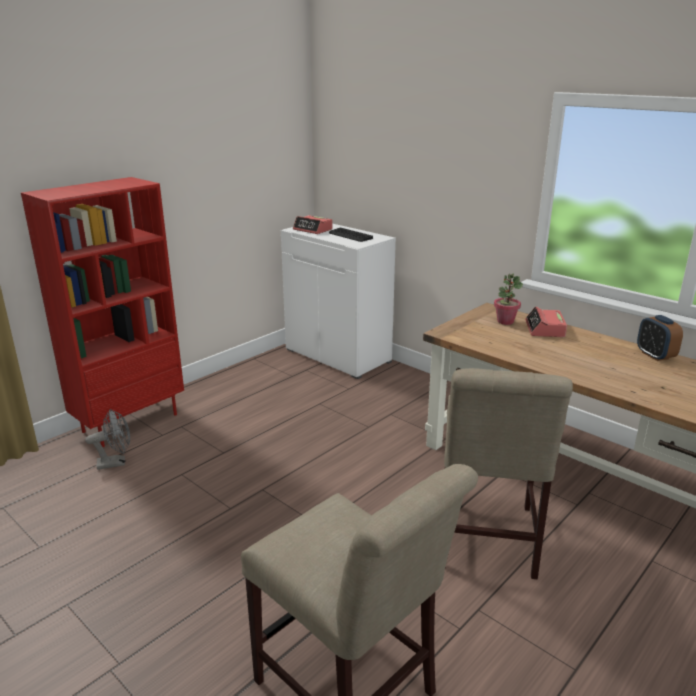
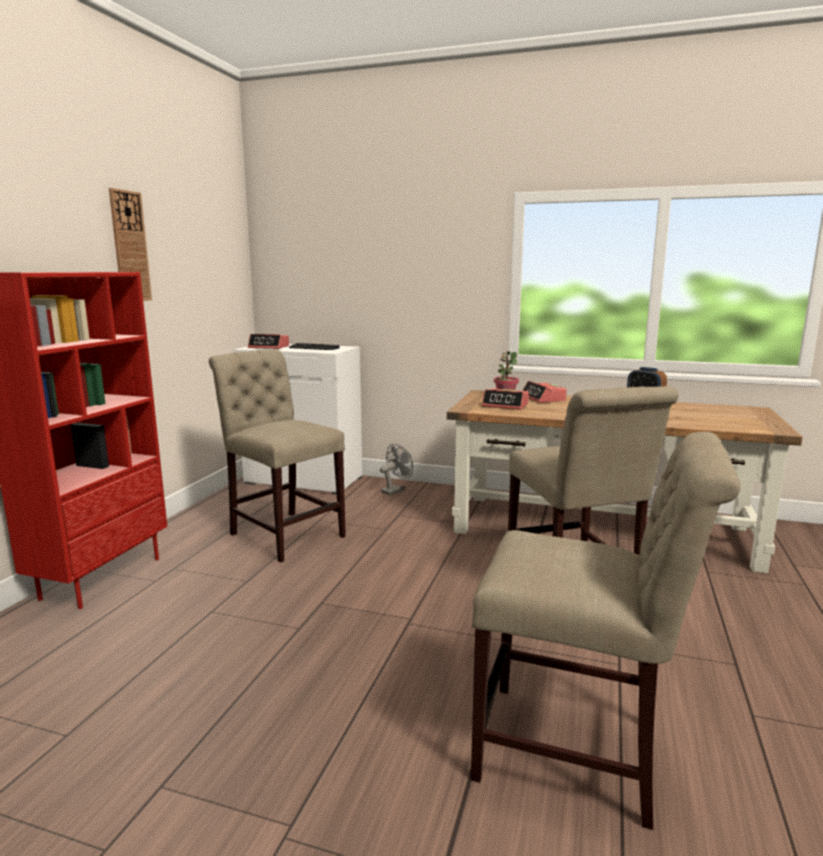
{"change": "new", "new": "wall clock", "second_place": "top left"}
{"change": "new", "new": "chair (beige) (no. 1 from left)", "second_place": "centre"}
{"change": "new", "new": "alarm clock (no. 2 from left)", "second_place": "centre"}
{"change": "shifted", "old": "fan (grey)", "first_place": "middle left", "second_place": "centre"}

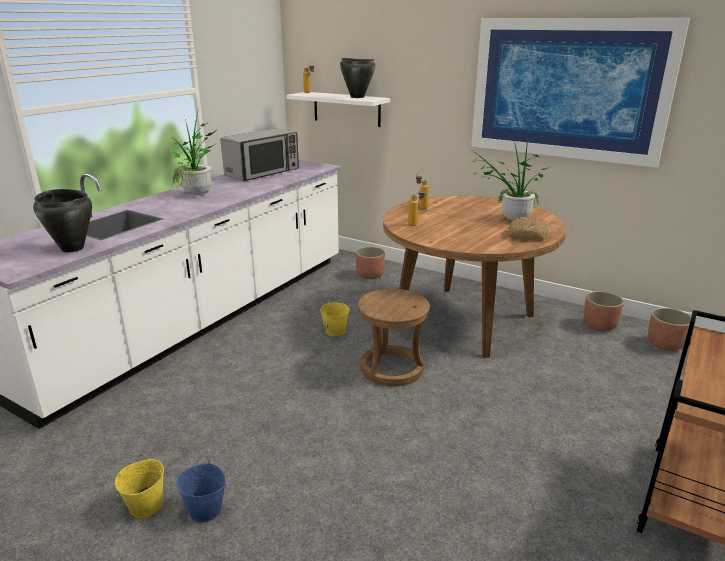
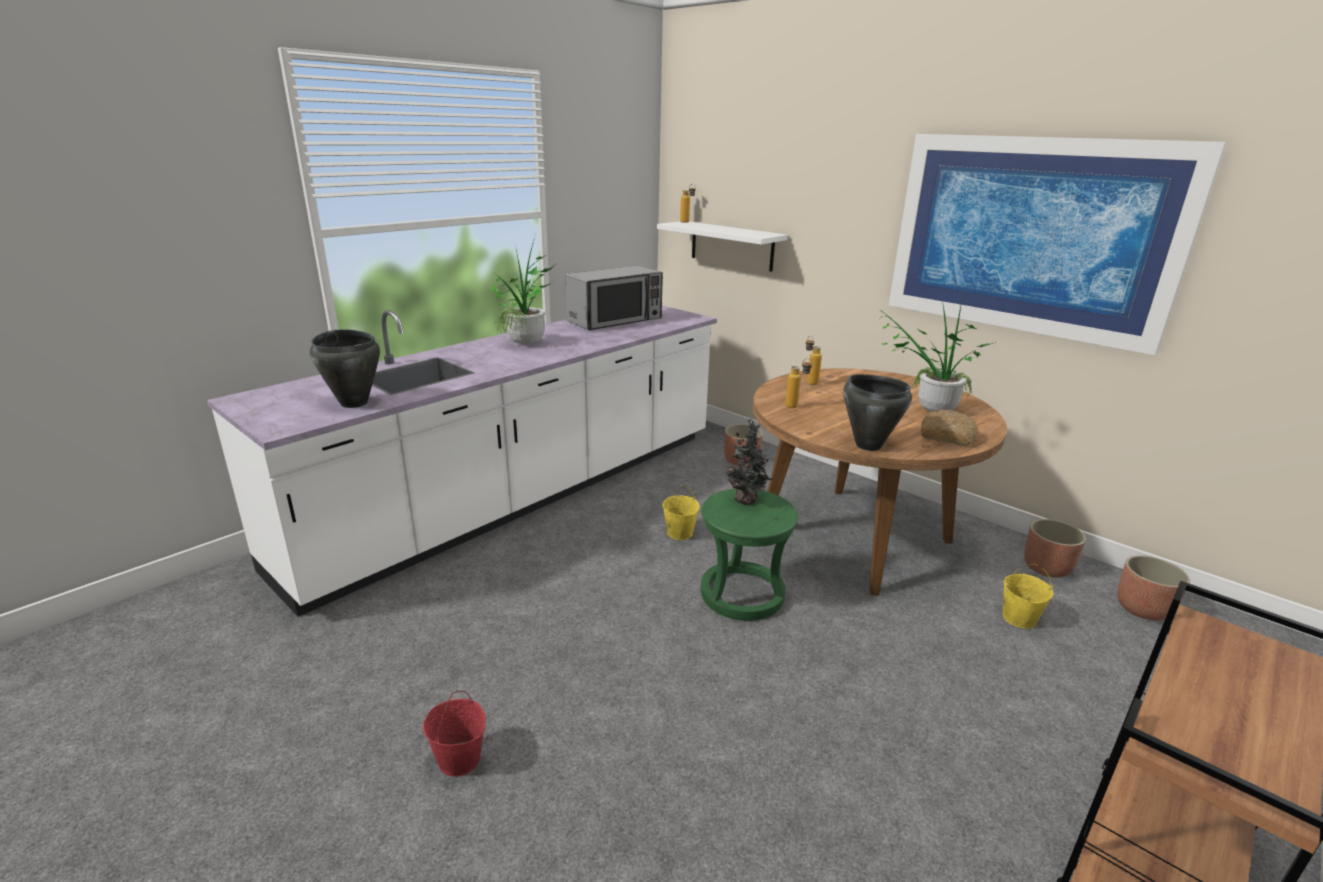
{"change": "new", "new": "potted plant (no. 2 from left)", "second_place": "centre"}
{"change": "shifted", "old": "bucket (yellow) (no. 1 from left in the first image)", "new": "bucket (yellow) (no. 2 from left)", "first_place": "bottom left", "second_place": "bottom right"}
{"change": "shifted", "old": "cooking pot (black) (no. 2 from left)", "first_place": "top centre", "second_place": "centre"}
{"change": "repainted", "old": "bucket (blue)", "new": "bucket (red)", "first_place": "bottom left", "second_place": "bottom centre"}
{"change": "repainted", "old": "stool (brown)", "new": "stool (green)", "first_place": "centre", "second_place": "centre"}

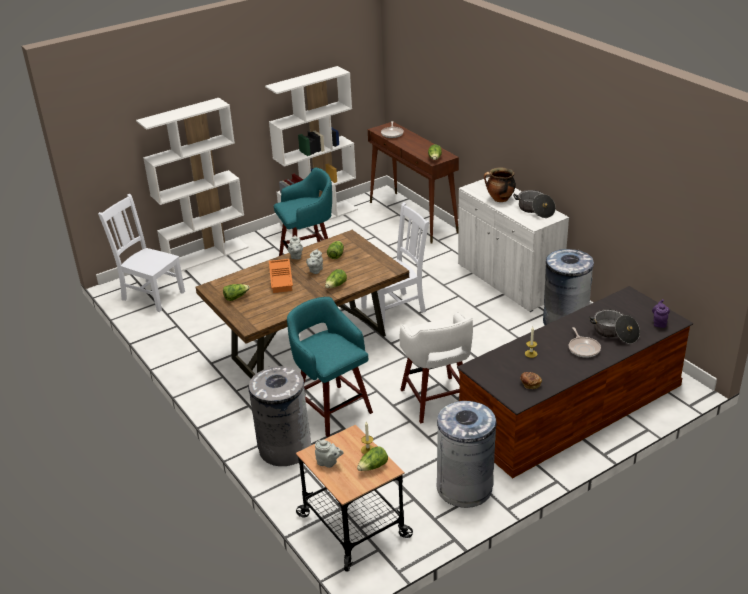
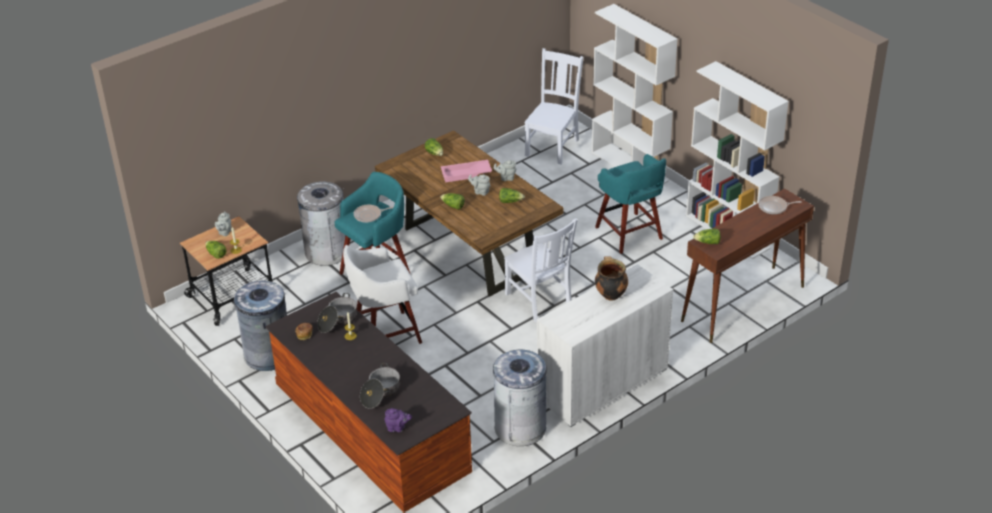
{"change": "shifted", "old": "cooking pot (no. 2 from left in the first image)", "new": "cooking pot (no. 1 from left)", "first_place": "middle right", "second_place": "centre"}
{"change": "shifted", "old": "frying pan (no. 2 from left in the first image)", "new": "frying pan (no. 1 from left)", "first_place": "middle right", "second_place": "centre"}
{"change": "repainted", "old": "tray (orange)", "new": "tray (pink)", "first_place": "centre", "second_place": "centre"}

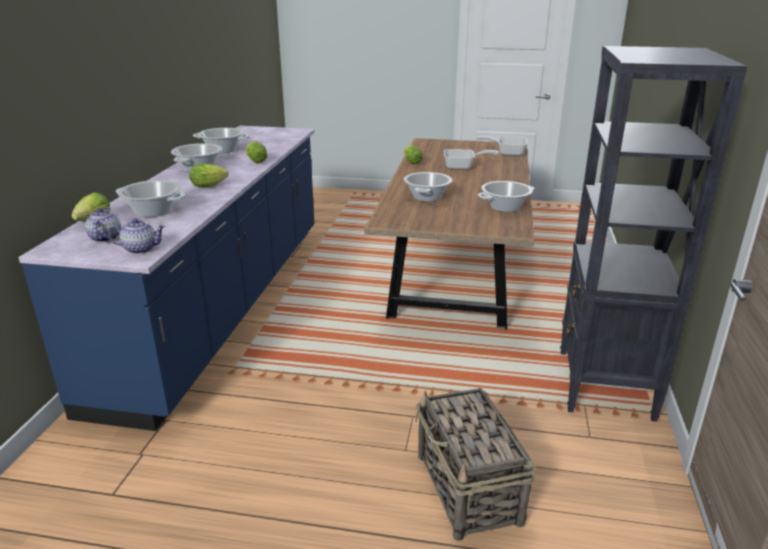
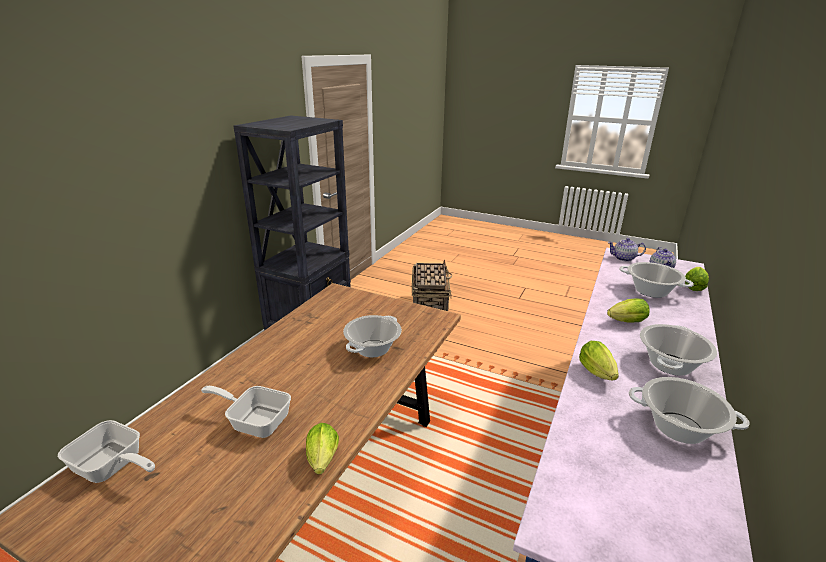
{"change": "gone", "old": "cooking pot (no. 5 from left)", "first_place": "centre"}

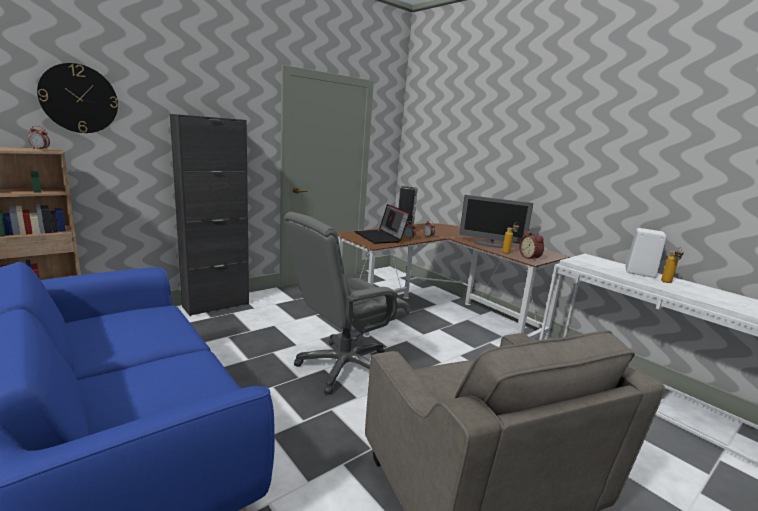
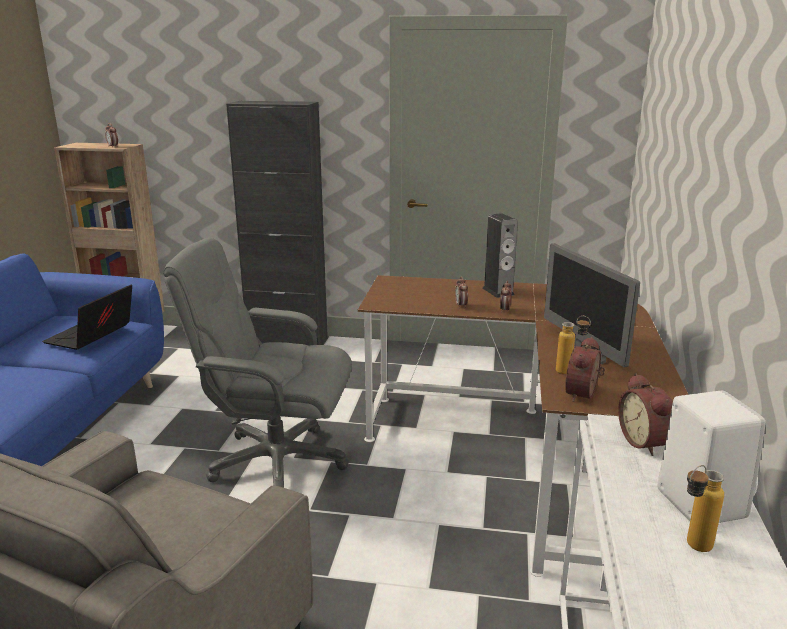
{"change": "gone", "old": "wall clock", "first_place": "top left"}
{"change": "new", "new": "alarm clock (no. 5 from left)", "second_place": "middle right"}
{"change": "shifted", "old": "laptop", "first_place": "centre", "second_place": "middle left"}

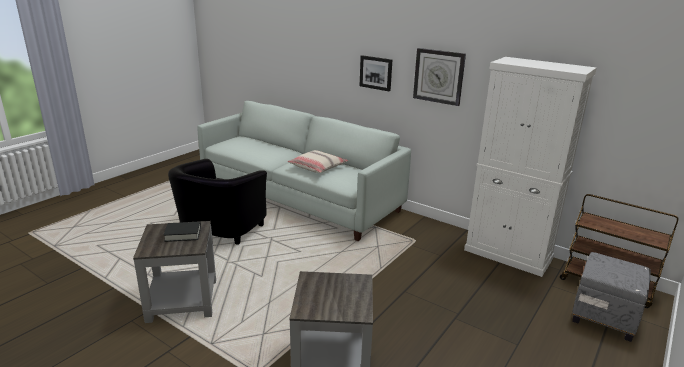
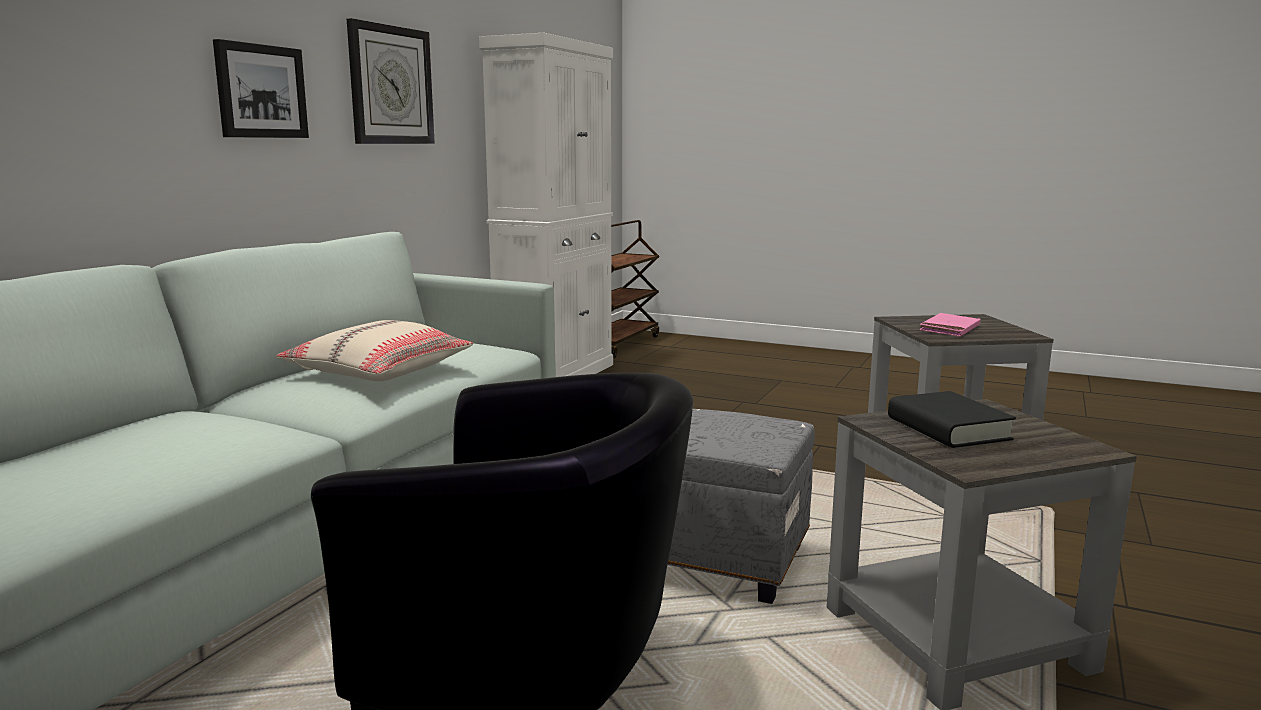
{"change": "new", "new": "book (pink)", "second_place": "middle right"}
{"change": "shifted", "old": "ottoman (grey)", "first_place": "bottom right", "second_place": "bottom centre"}

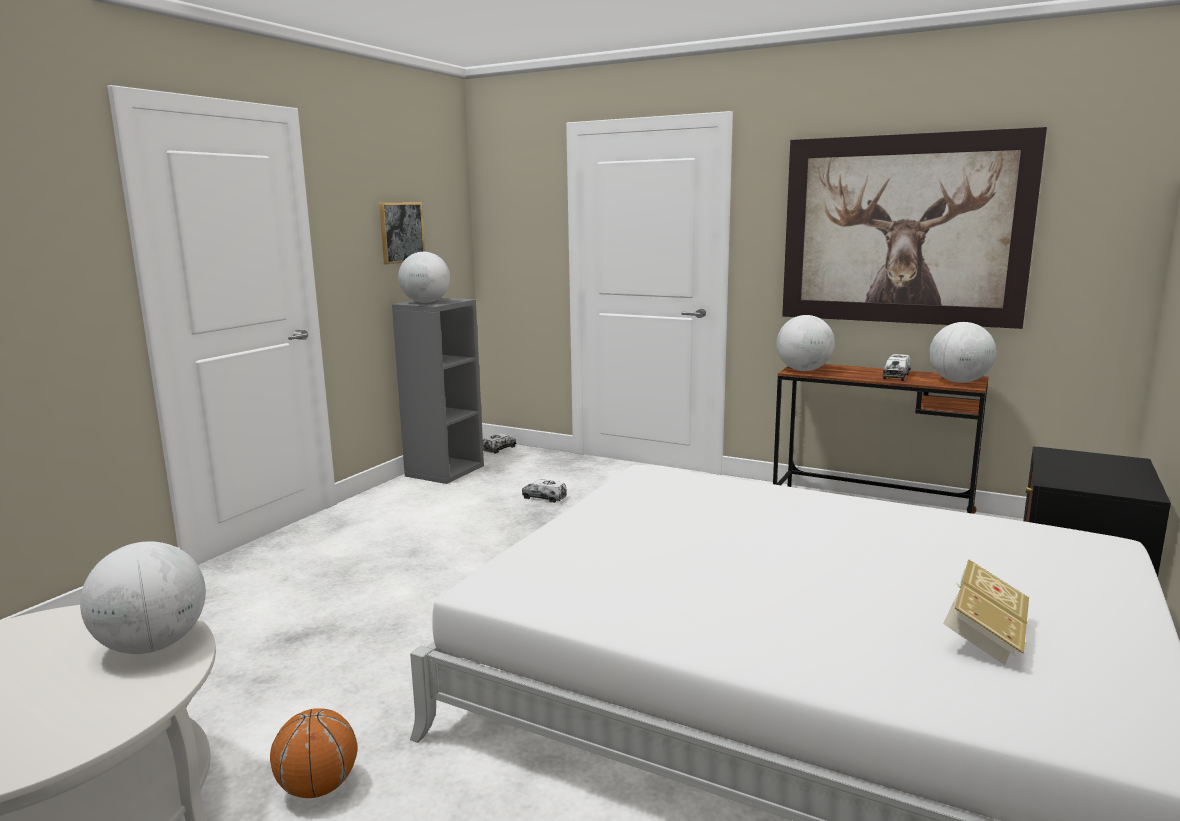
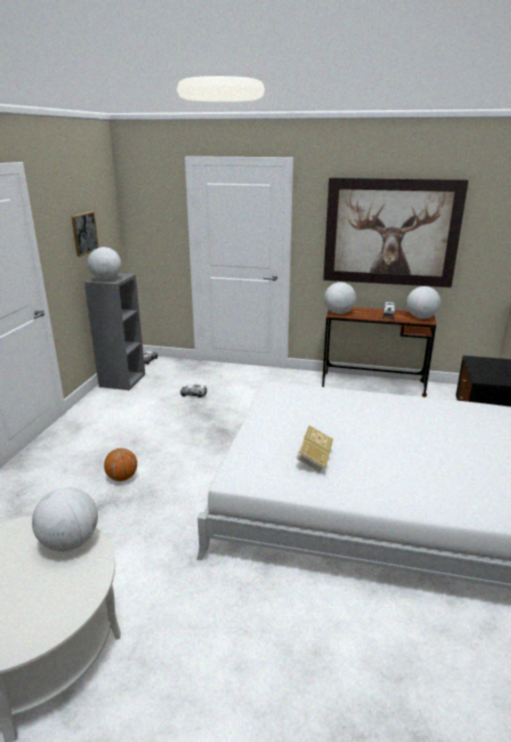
{"change": "shifted", "old": "basketball", "first_place": "bottom left", "second_place": "middle left"}
{"change": "shifted", "old": "book", "first_place": "bottom right", "second_place": "centre"}

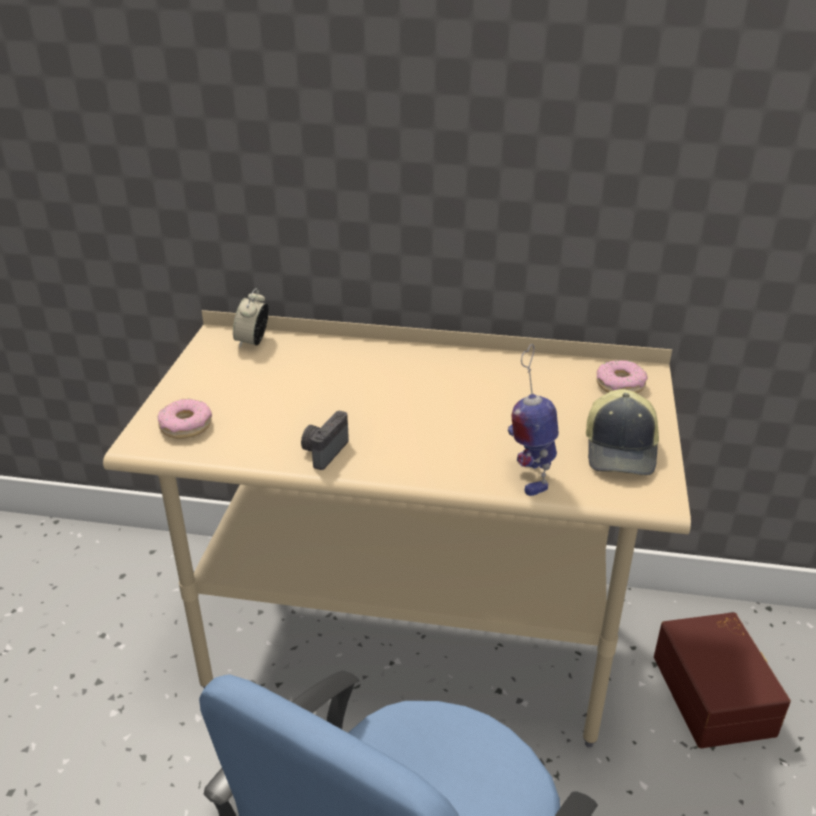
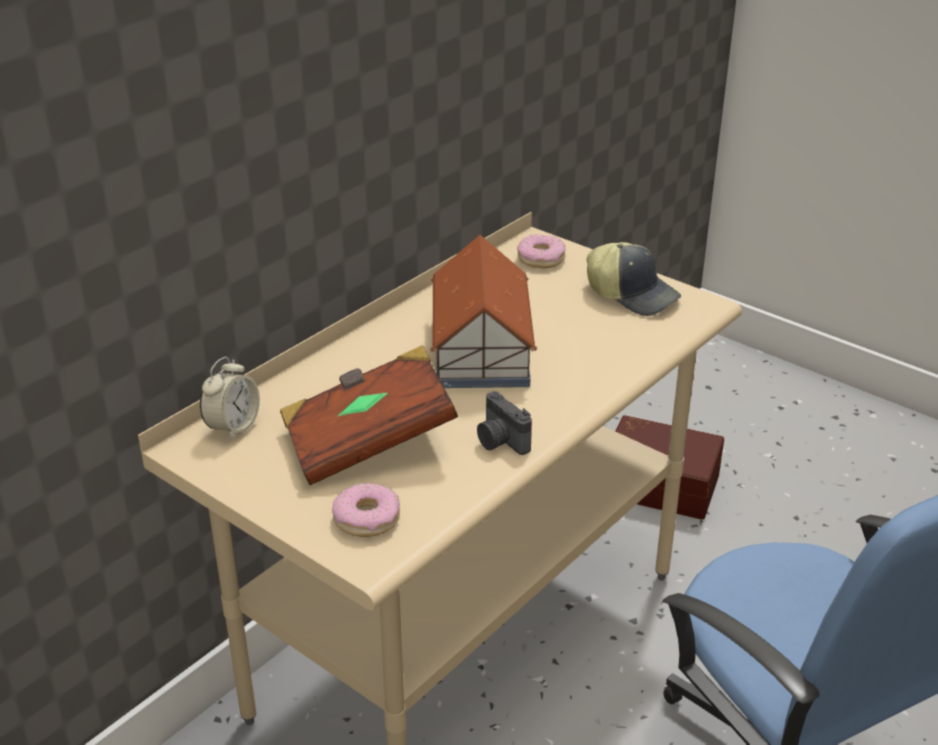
{"change": "gone", "old": "toy robot", "first_place": "centre"}
{"change": "new", "new": "book (brown)", "second_place": "centre"}
{"change": "new", "new": "toy house", "second_place": "centre"}
{"change": "rotated", "old": "alarm clock", "first_place": "middle left", "second_place": "middle left", "degrees": -105}

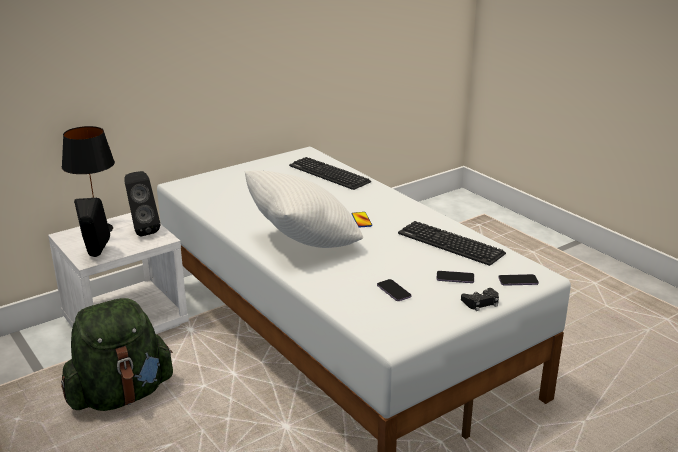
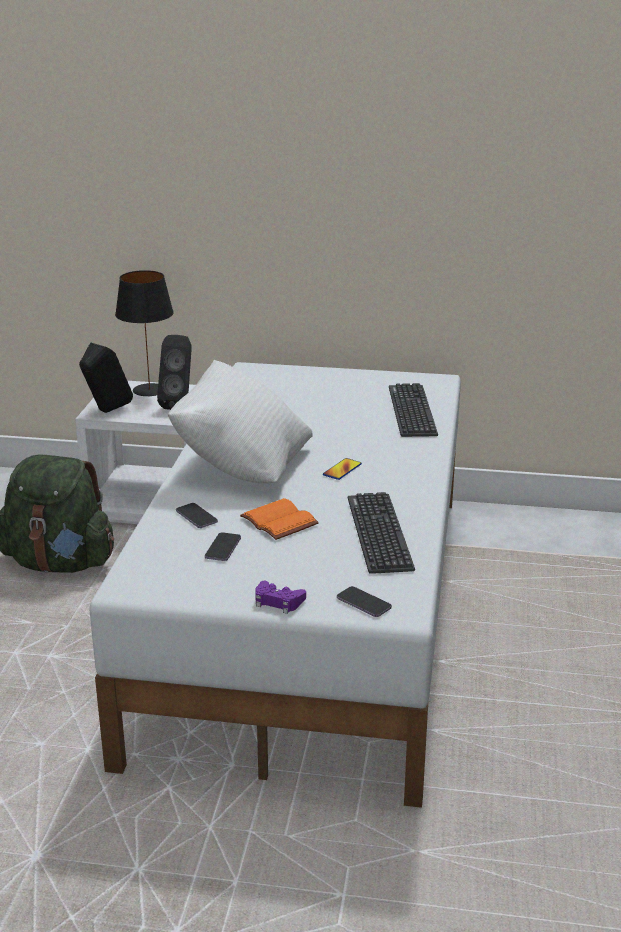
{"change": "new", "new": "book (orange)", "second_place": "centre"}
{"change": "shifted", "old": "phone (no. 3 from left in the first image)", "new": "phone (no. 1 from left)", "first_place": "middle right", "second_place": "middle left"}
{"change": "repainted", "old": "game controller (black)", "new": "game controller (purple)", "first_place": "middle right", "second_place": "centre"}

